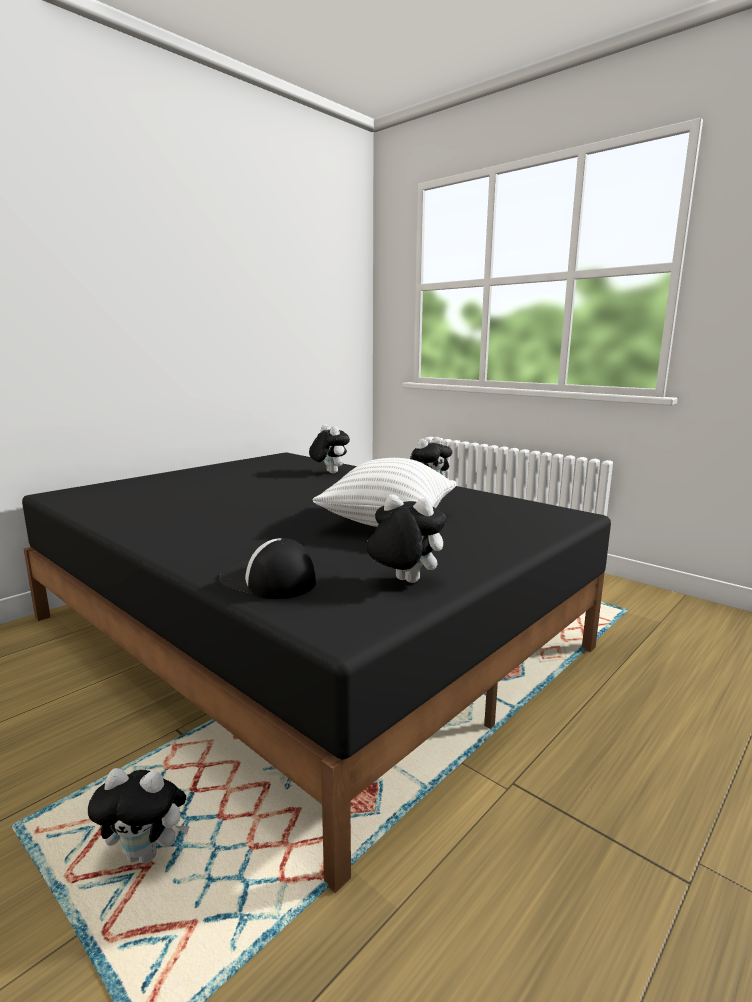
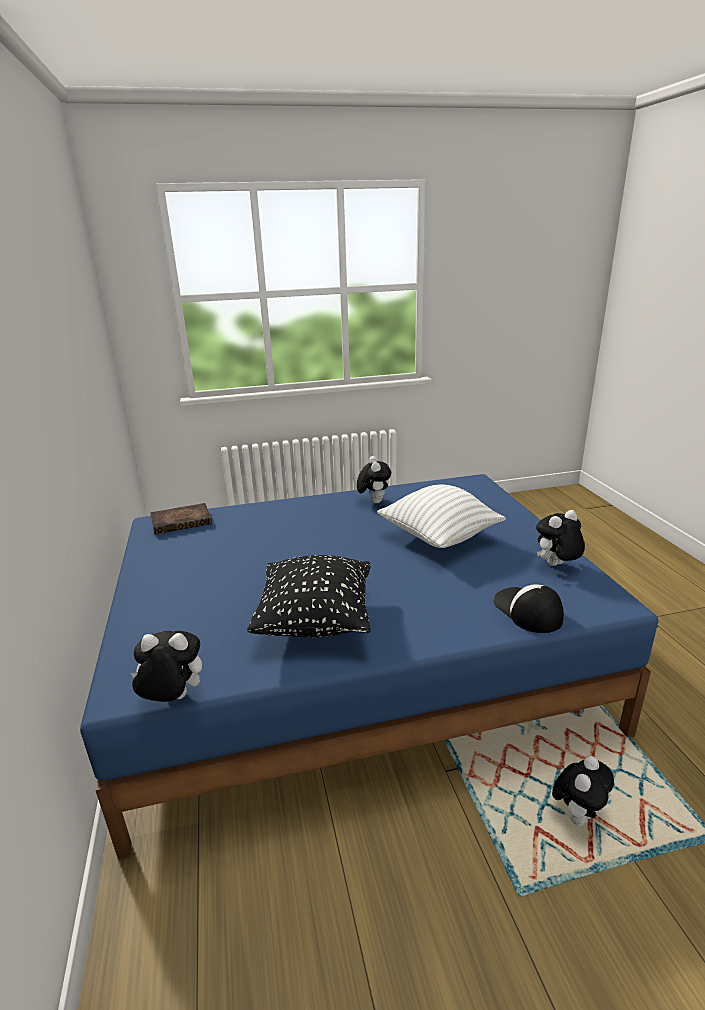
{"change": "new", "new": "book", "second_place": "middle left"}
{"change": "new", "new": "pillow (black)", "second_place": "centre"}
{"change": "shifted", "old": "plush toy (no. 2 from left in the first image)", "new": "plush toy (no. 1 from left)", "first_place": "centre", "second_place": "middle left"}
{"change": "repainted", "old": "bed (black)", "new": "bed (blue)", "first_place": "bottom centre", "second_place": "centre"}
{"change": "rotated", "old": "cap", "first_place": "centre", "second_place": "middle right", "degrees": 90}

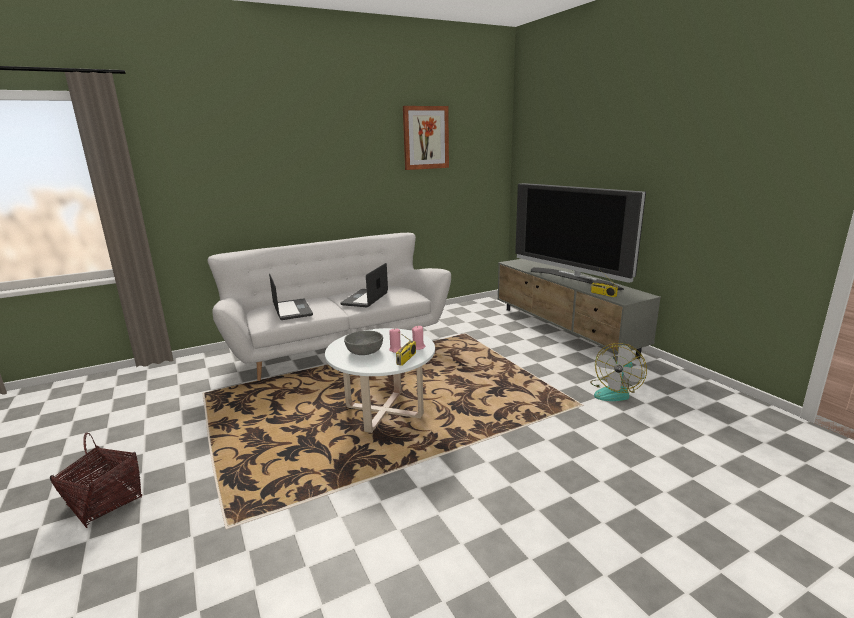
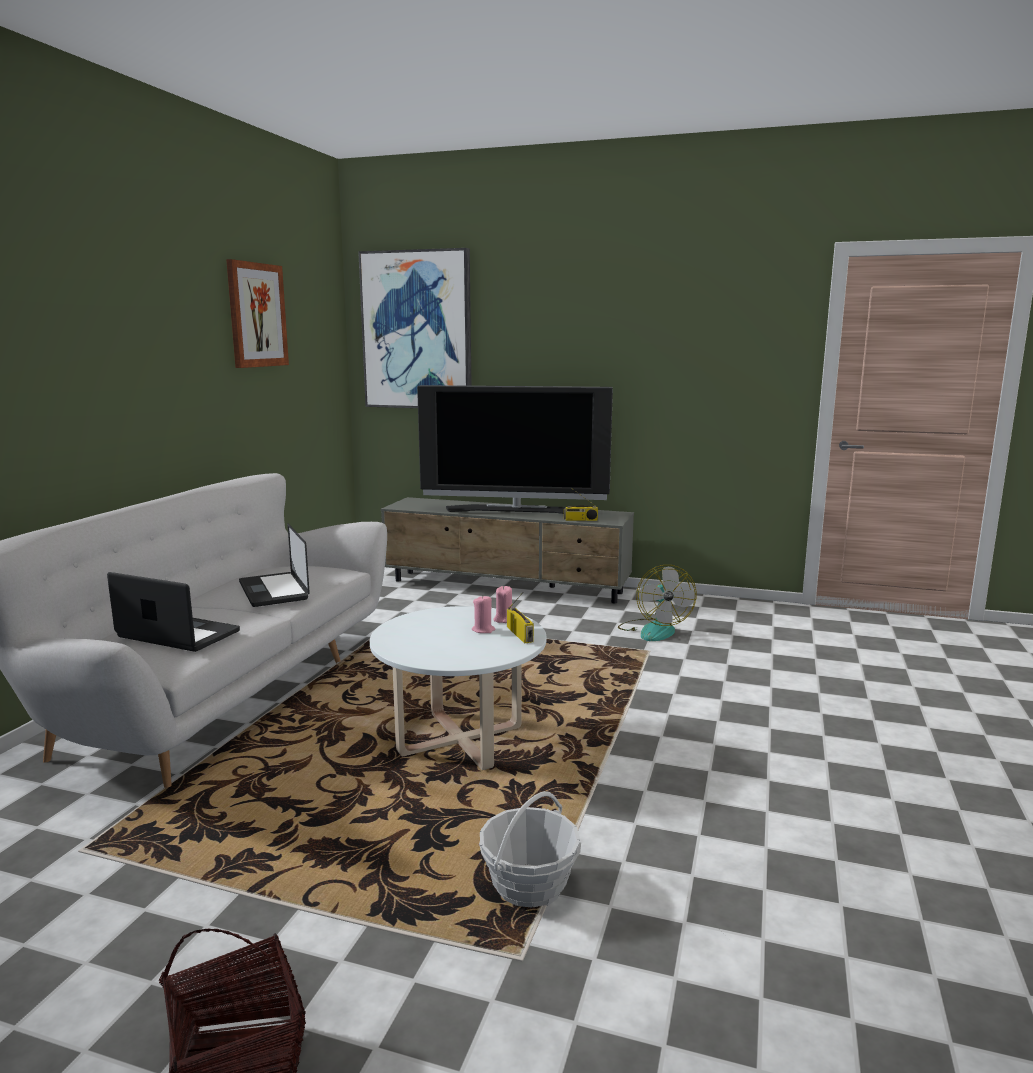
{"change": "gone", "old": "bowl (grey)", "first_place": "centre"}
{"change": "new", "new": "picture (no. 2 from left)", "second_place": "top centre"}
{"change": "new", "new": "basket (no. 2 from left)", "second_place": "bottom centre"}

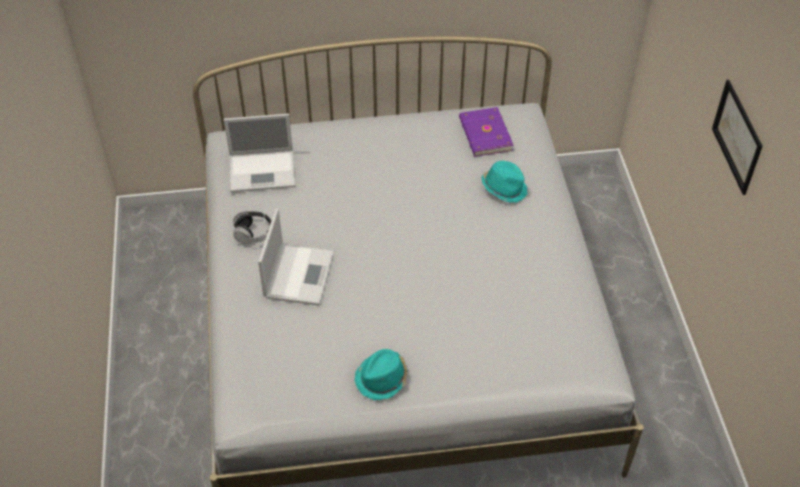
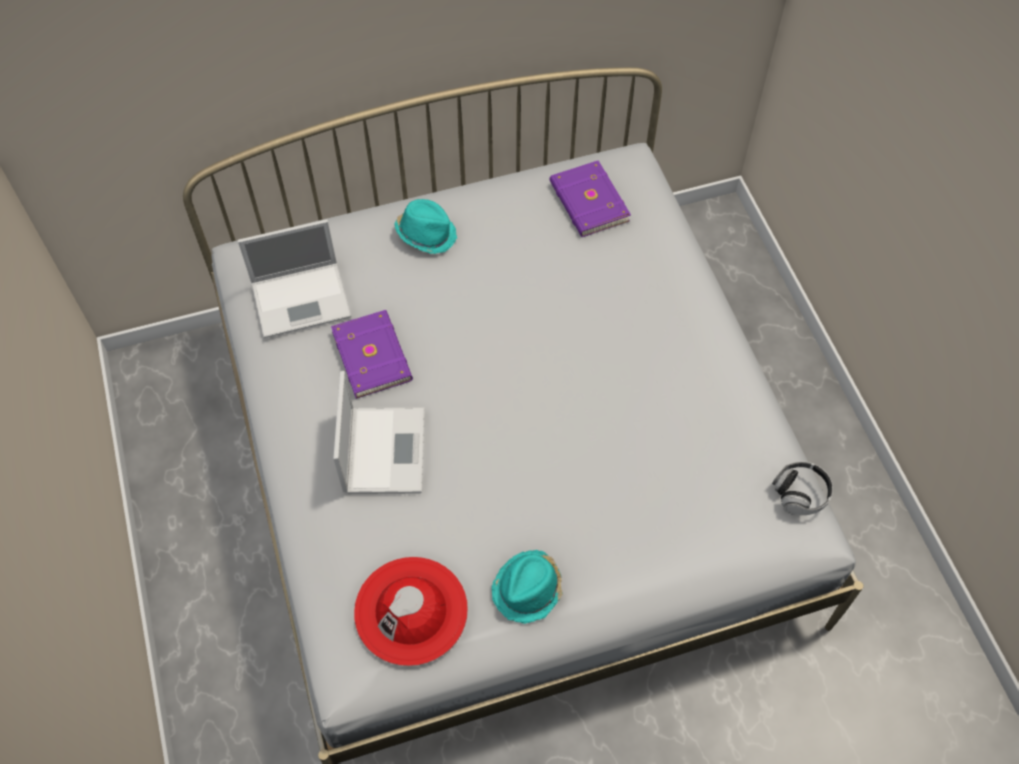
{"change": "gone", "old": "picture", "first_place": "top right"}
{"change": "new", "new": "book (purple) (no. 1 from left)", "second_place": "centre"}
{"change": "new", "new": "hat (red)", "second_place": "bottom centre"}
{"change": "shifted", "old": "headphones", "first_place": "middle left", "second_place": "middle right"}
{"change": "shifted", "old": "hat (turquoise) (no. 2 from left in the first image)", "new": "hat (turquoise) (no. 1 from left)", "first_place": "centre", "second_place": "top centre"}

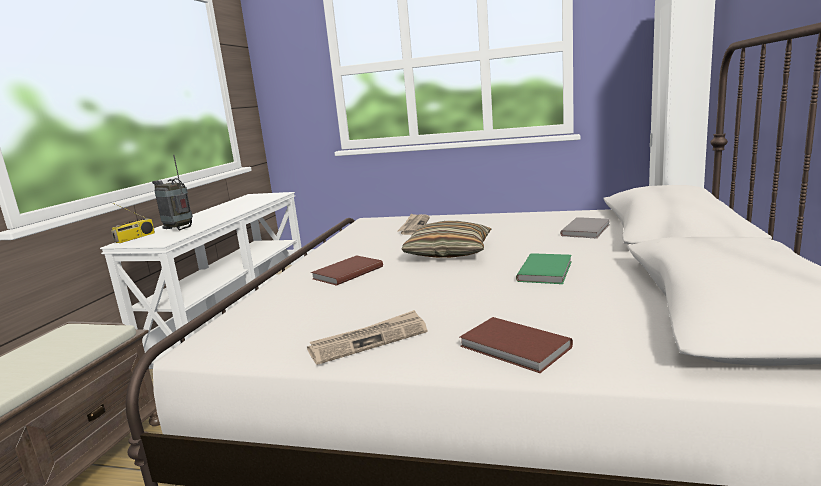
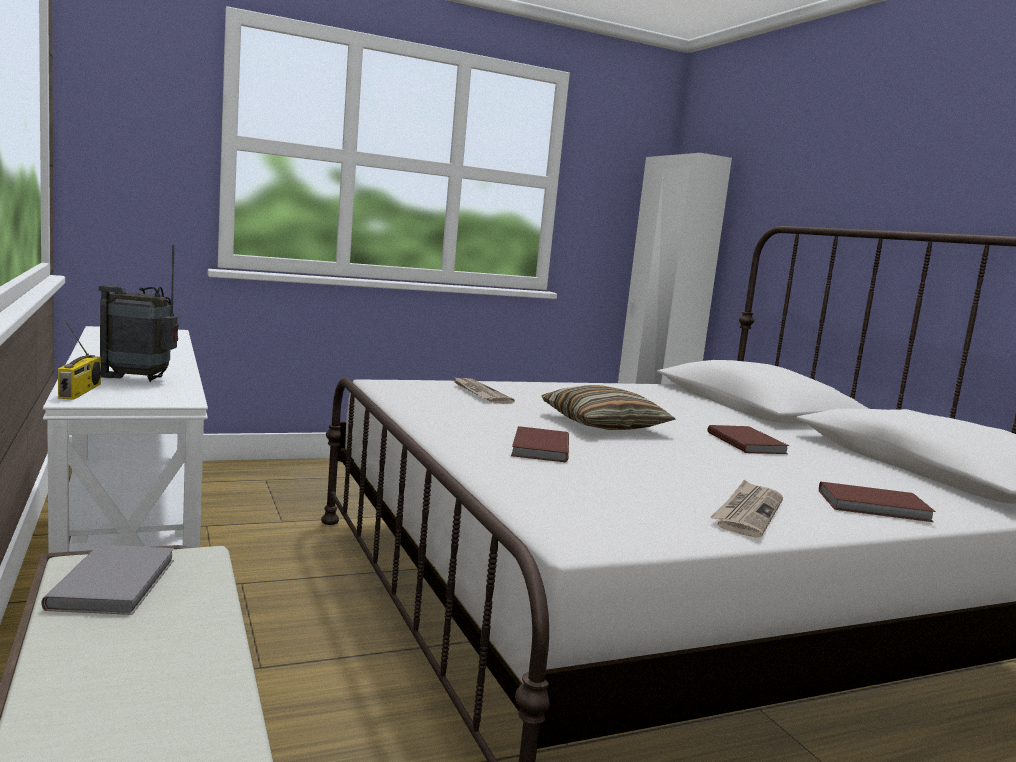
{"change": "shifted", "old": "book (grey)", "first_place": "middle right", "second_place": "bottom left"}
{"change": "repainted", "old": "book (green)", "new": "book (brown) (no. 2 from left)", "first_place": "centre", "second_place": "middle right"}

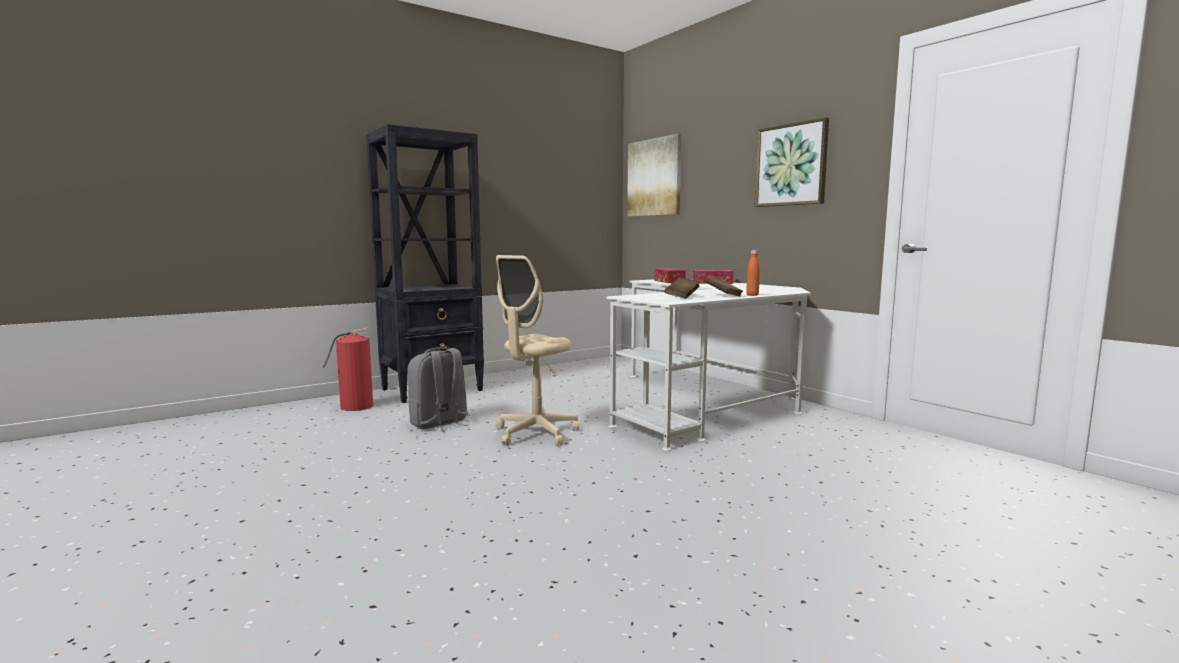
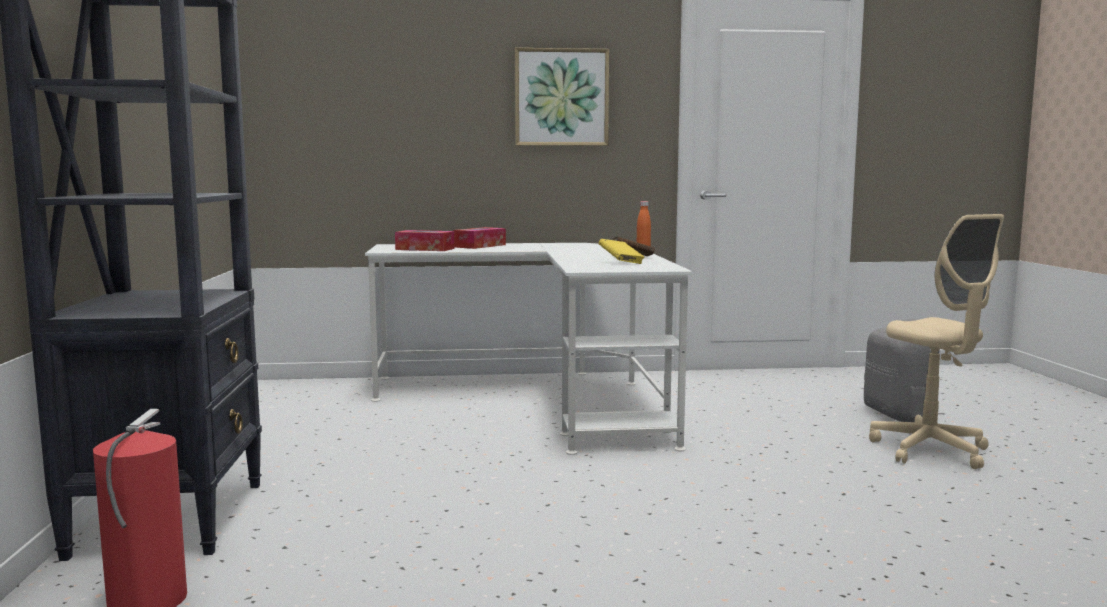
{"change": "gone", "old": "picture (no. 1 from left)", "first_place": "top centre"}
{"change": "shifted", "old": "backpack (grey)", "first_place": "centre", "second_place": "middle right"}
{"change": "shifted", "old": "office chair (beige)", "first_place": "centre", "second_place": "middle right"}
{"change": "repainted", "old": "book (brown) (no. 1 from left)", "new": "book (yellow)", "first_place": "centre", "second_place": "centre"}

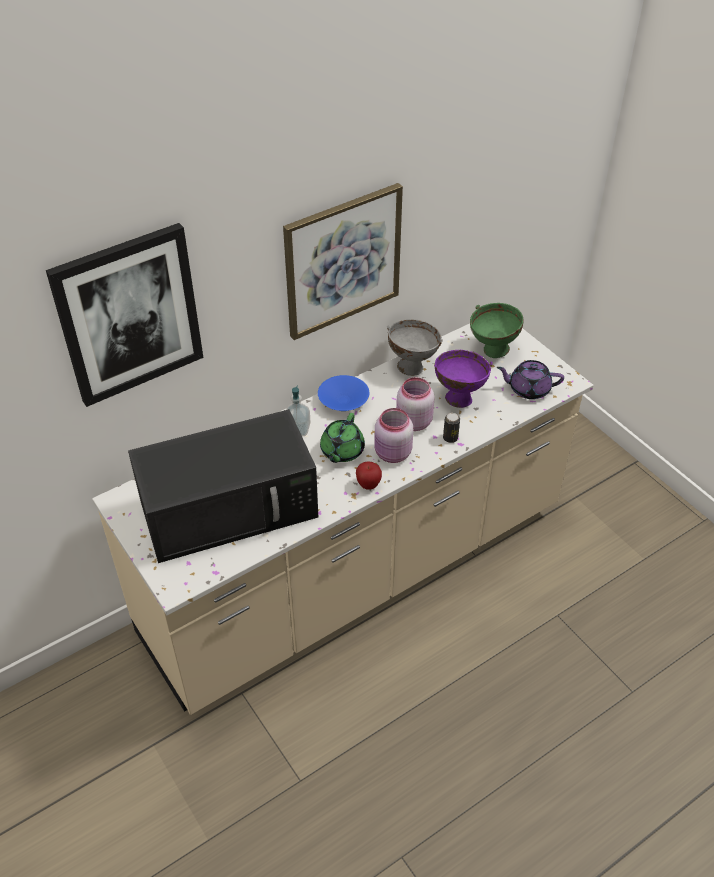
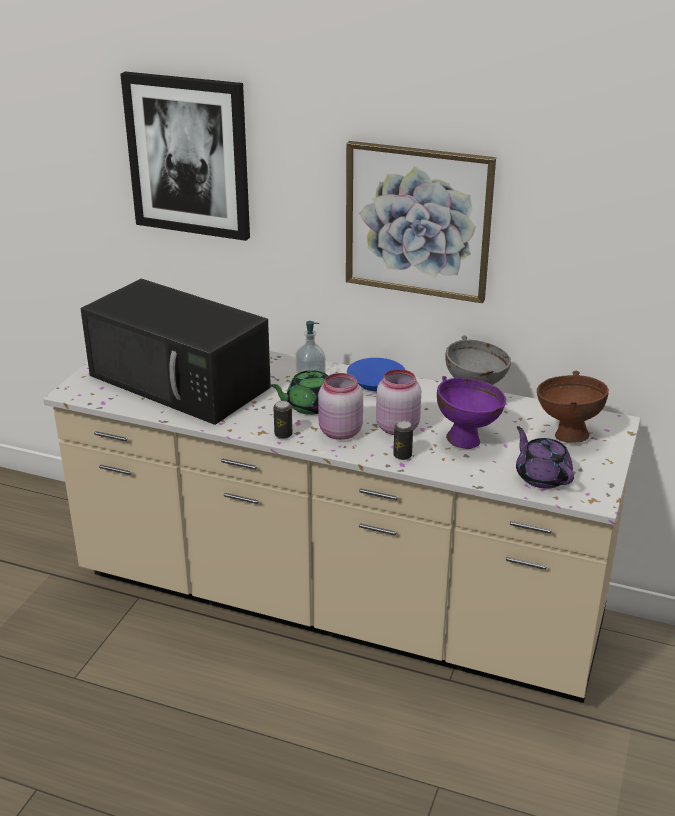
{"change": "swapped", "old": "apple", "new": "can (no. 1 from left)", "first_place": "centre", "second_place": "centre"}
{"change": "repainted", "old": "bowl (green)", "new": "bowl (brown)", "first_place": "middle right", "second_place": "middle right"}

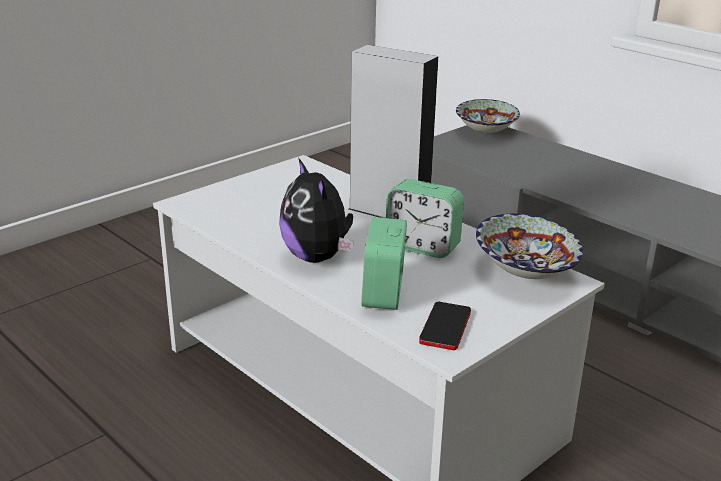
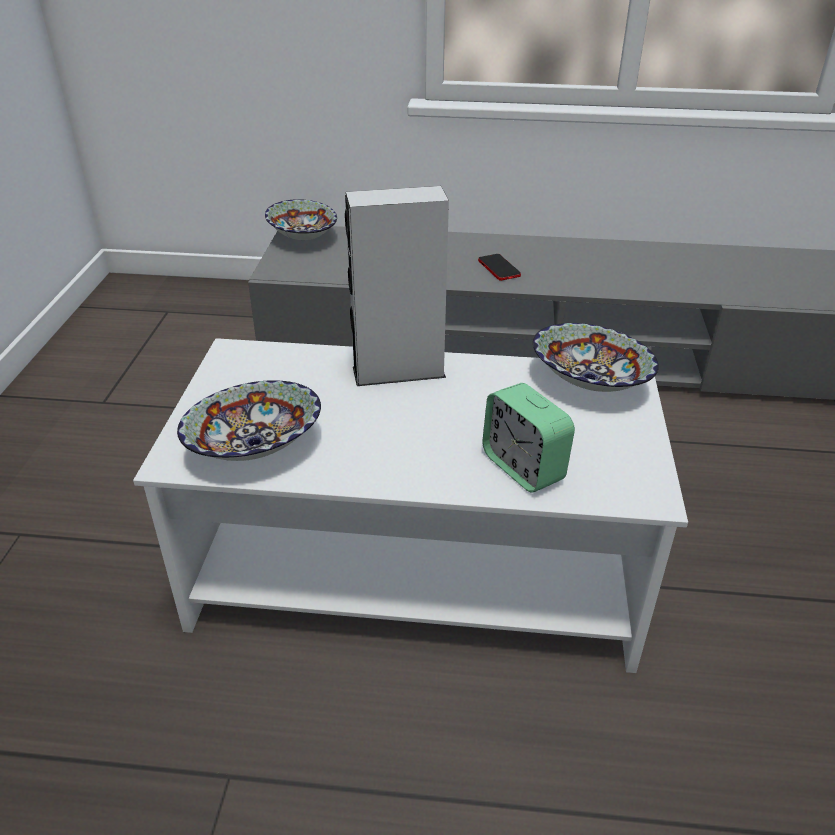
{"change": "gone", "old": "plush toy", "first_place": "centre"}
{"change": "gone", "old": "alarm clock (no. 2 from left)", "first_place": "centre"}
{"change": "new", "new": "bowl (no. 1 from left)", "second_place": "middle left"}
{"change": "shifted", "old": "phone", "first_place": "bottom centre", "second_place": "top centre"}

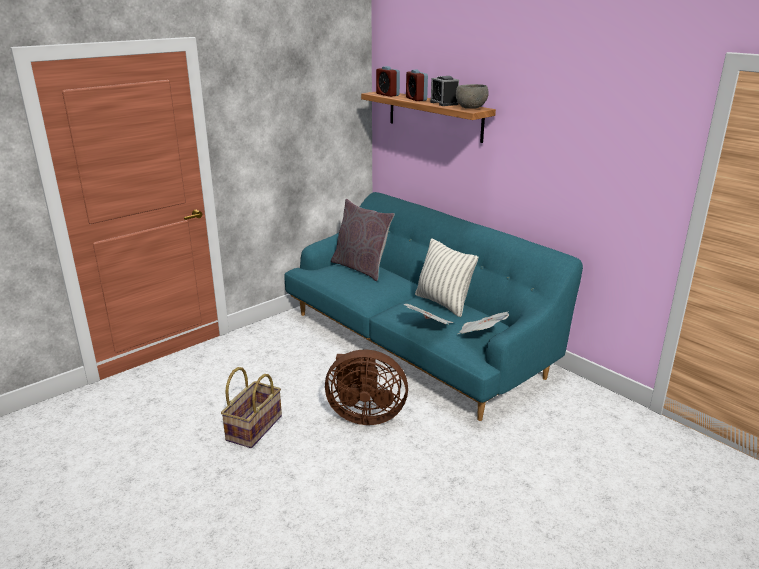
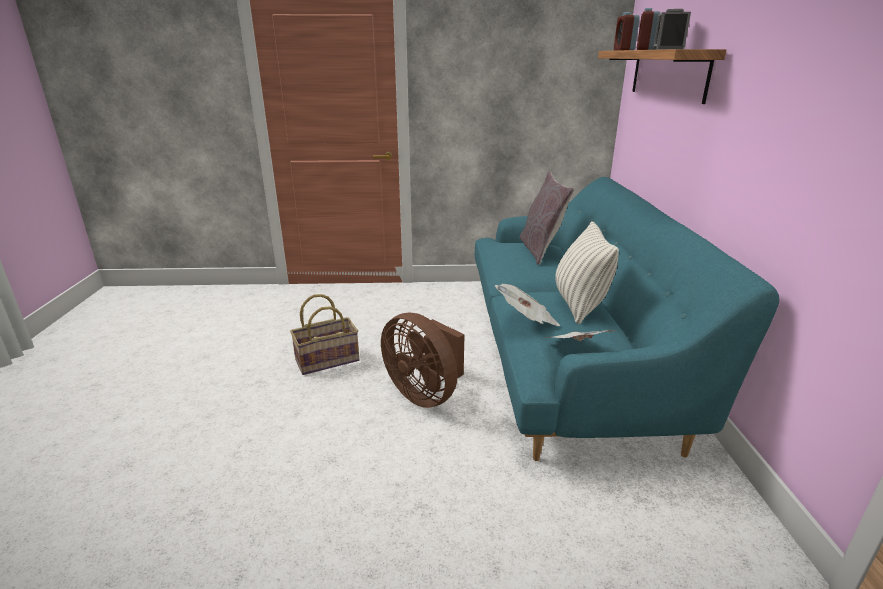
{"change": "gone", "old": "bowl (grey)", "first_place": "top centre"}

